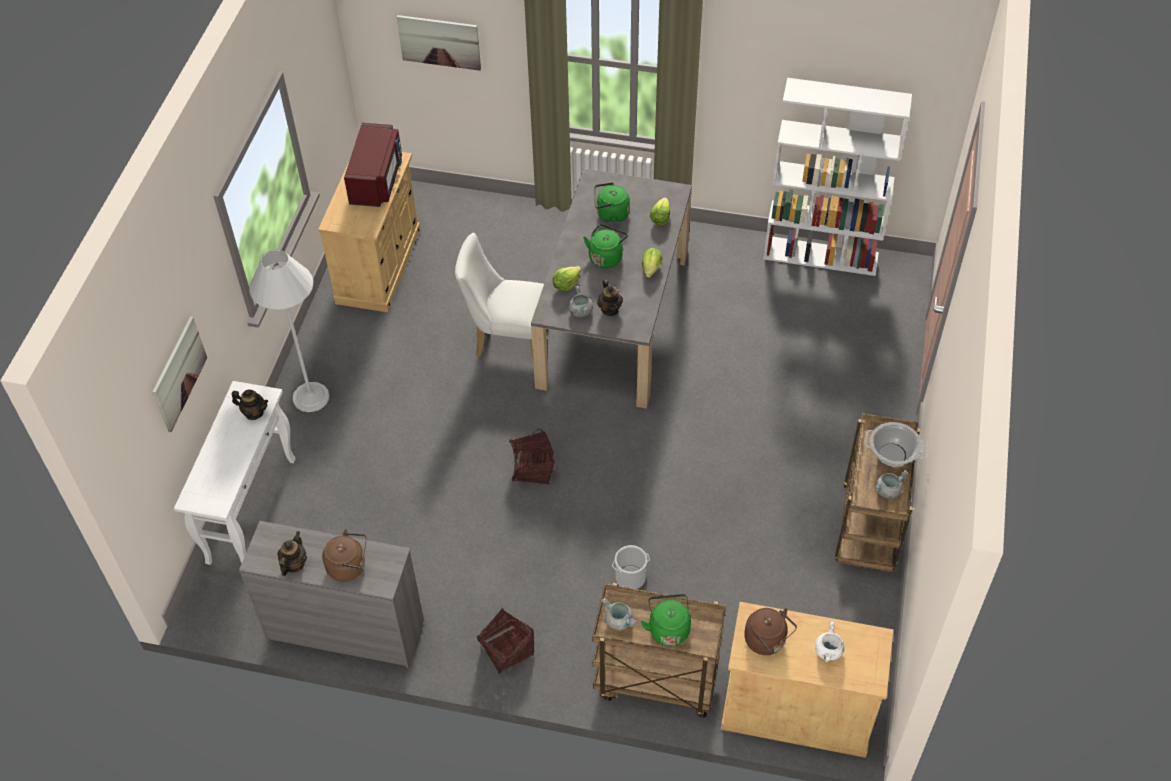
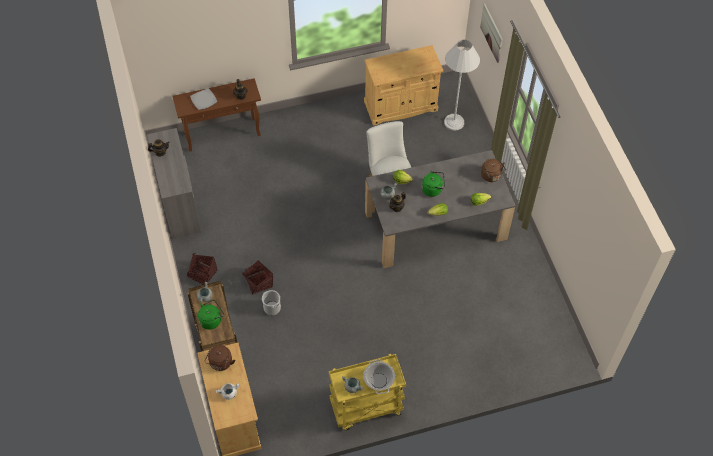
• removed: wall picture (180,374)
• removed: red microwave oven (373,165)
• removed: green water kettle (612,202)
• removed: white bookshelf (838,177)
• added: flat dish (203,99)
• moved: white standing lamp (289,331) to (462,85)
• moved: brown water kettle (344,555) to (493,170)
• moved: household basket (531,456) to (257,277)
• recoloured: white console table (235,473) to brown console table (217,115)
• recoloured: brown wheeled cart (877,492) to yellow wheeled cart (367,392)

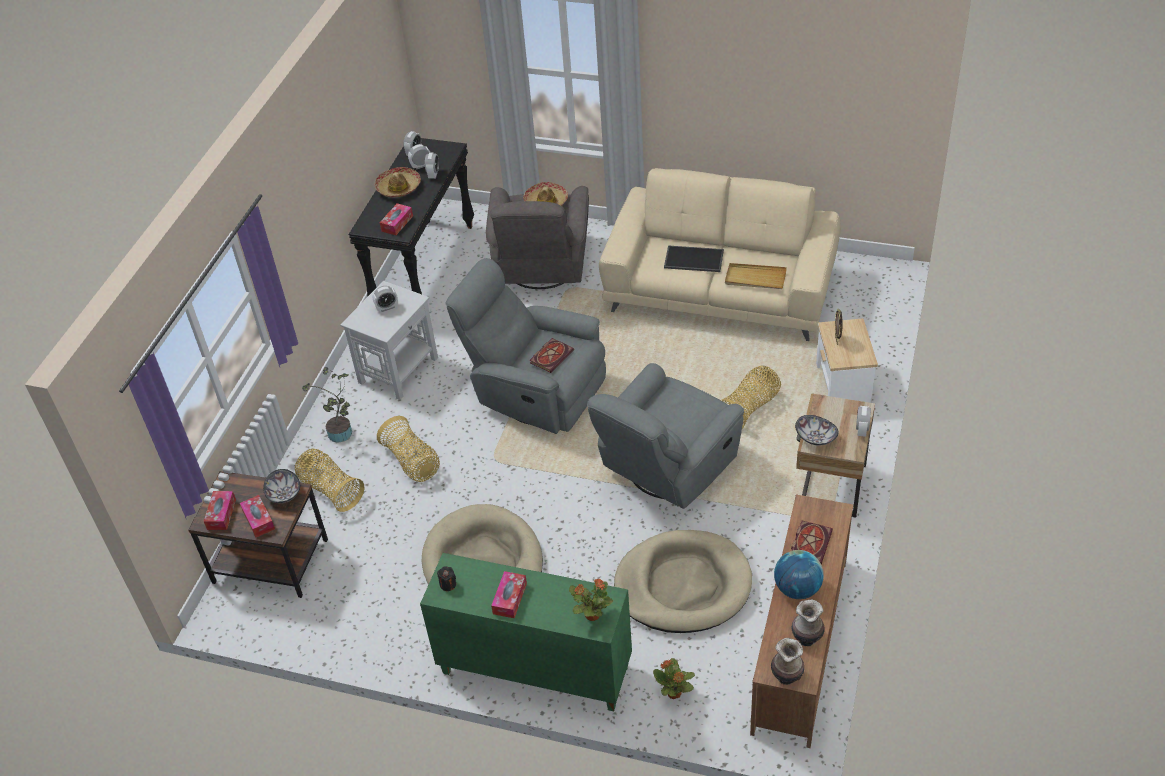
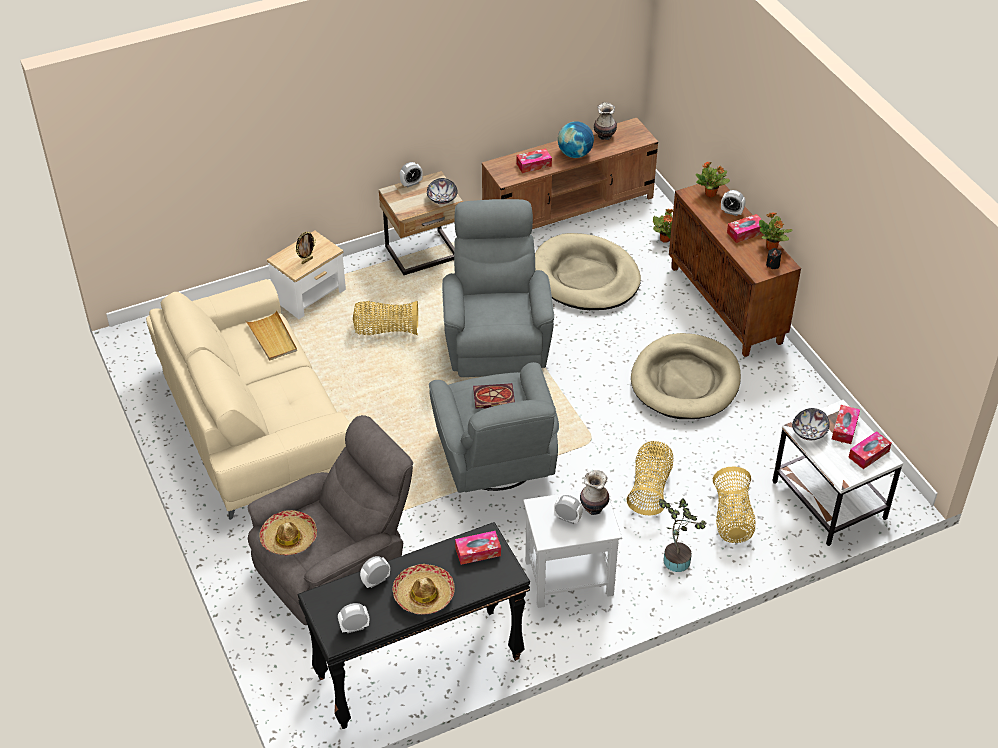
• removed: carrying tray (694,258)
• added: potted plant (776,231)
• moved: bedside clock (419,156) to (733,203)
• moved: flower vase (787,661) to (595,492)
• replaced: volume (812,542) to tissue holder (534,160)
• recoloured: brown end table (258,534) to white end table (837,473)
• recoloured: green cabinet (526,632) to brown cabinet (735,270)
• turned: gray armchair (665,436) = (498,288) 90 degrees counterclockwise

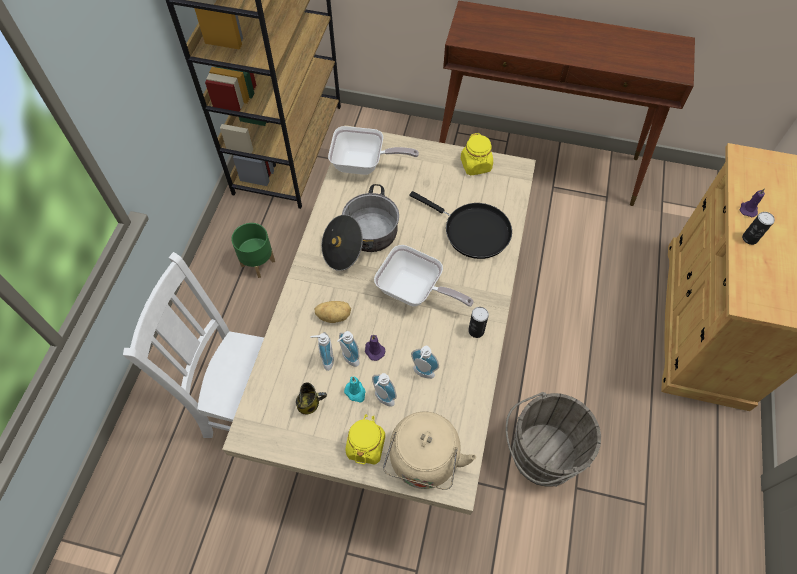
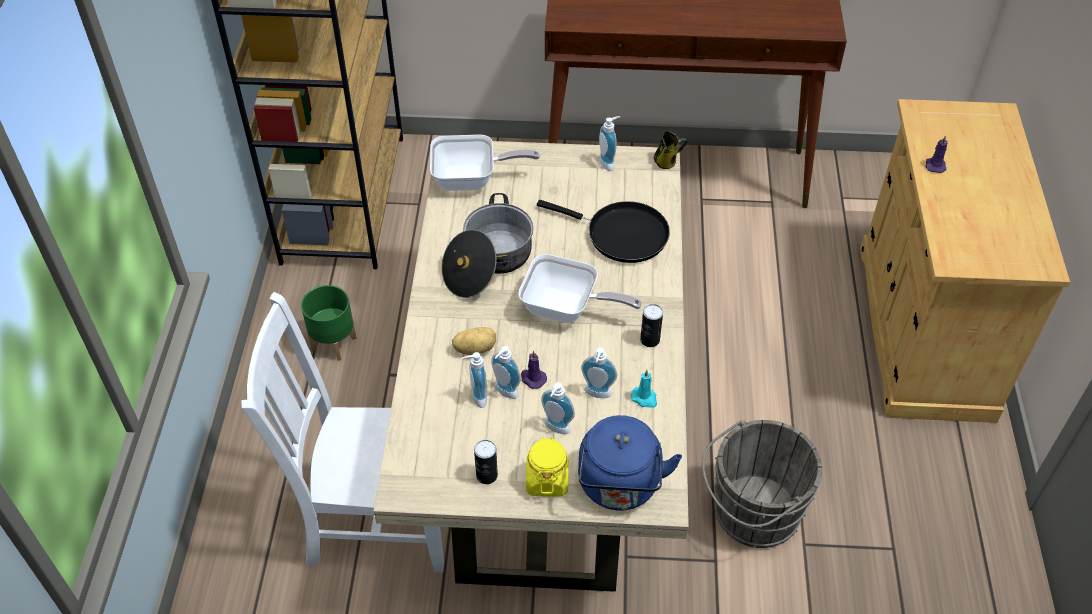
• moved: tea mug (311,398) to (670,150)
• moved: turquoise-coloured wax light (355,390) to (644,389)
• moved: sealed can (758,228) to (486,462)
• replaced: yellow preserve jar (477,154) to soap dispenser (610,143)
• recoloured: beige water kettle (429,451) to blue-coloured water kettle (630,462)

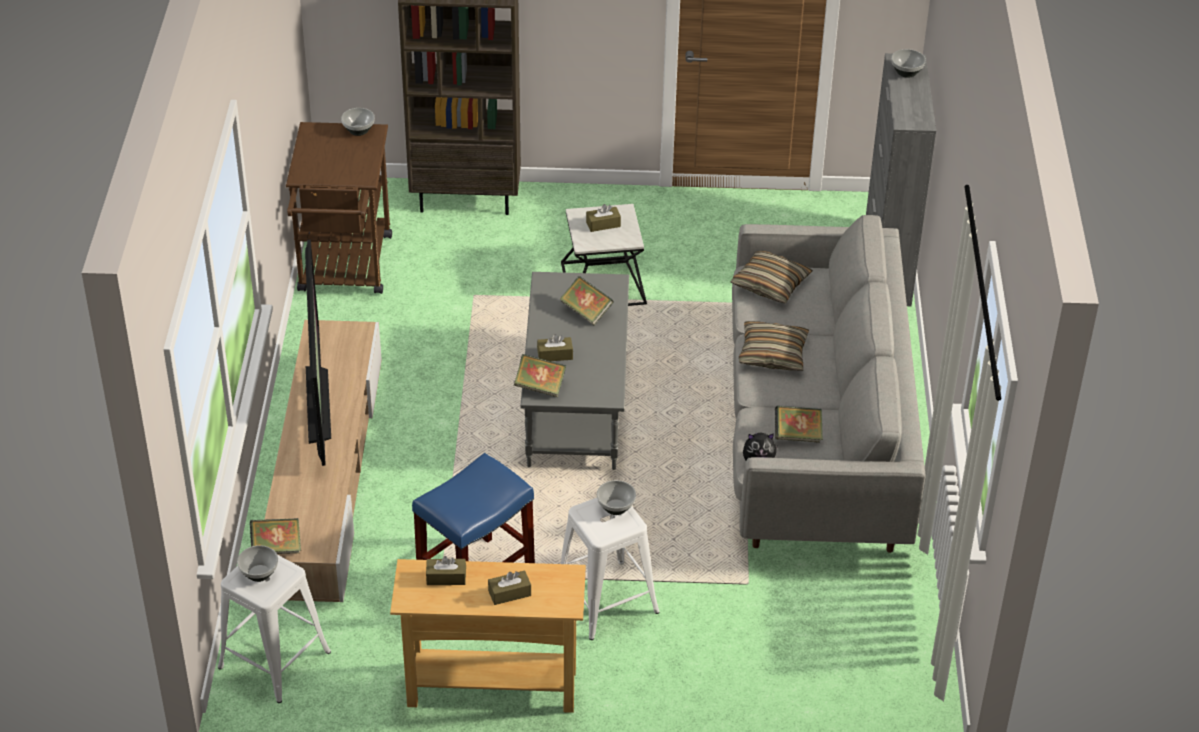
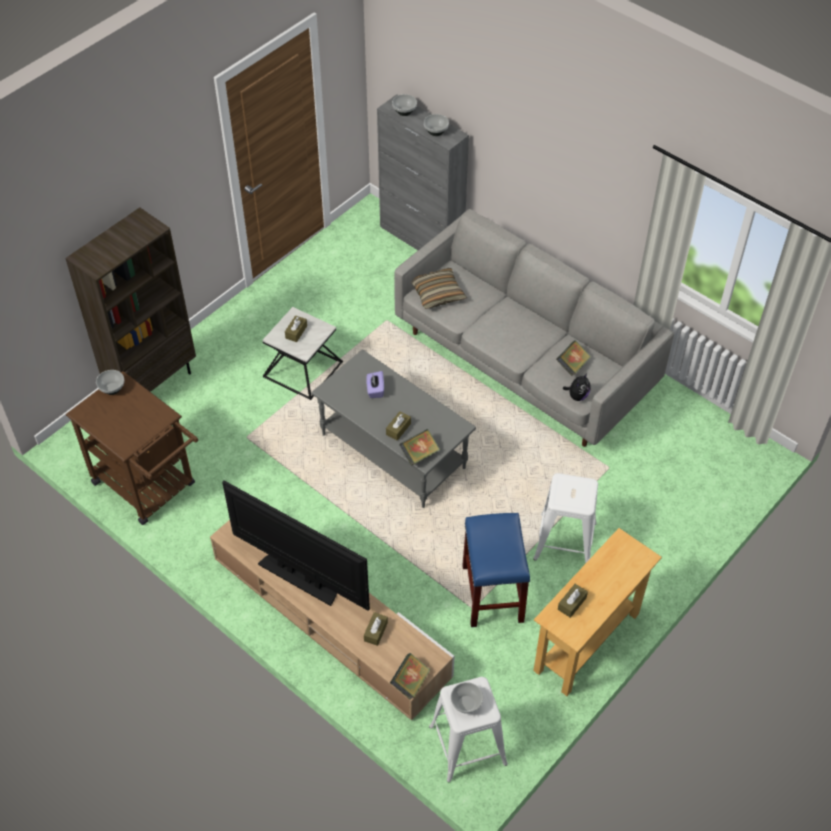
• removed: cushion (774,346)
• moved: brown tissue holder (509,587) to (376,629)
• moved: serving bowl (616,497) to (436,125)
• replaced: volume (586,301) to purple tissue holder (375,384)

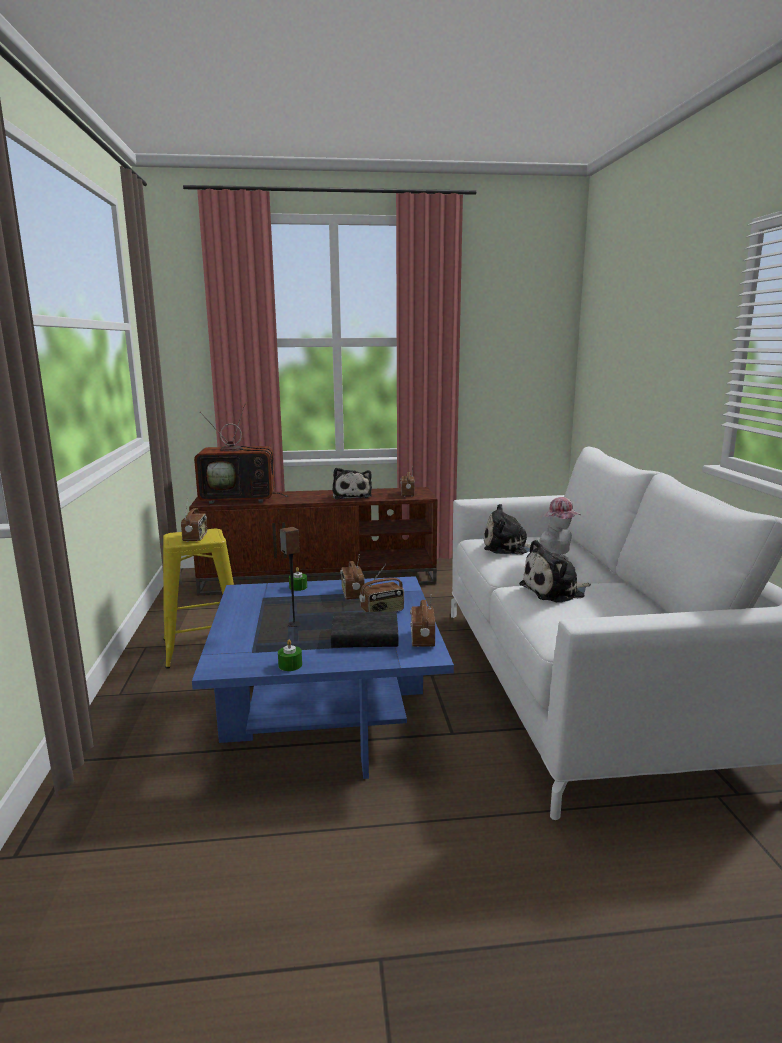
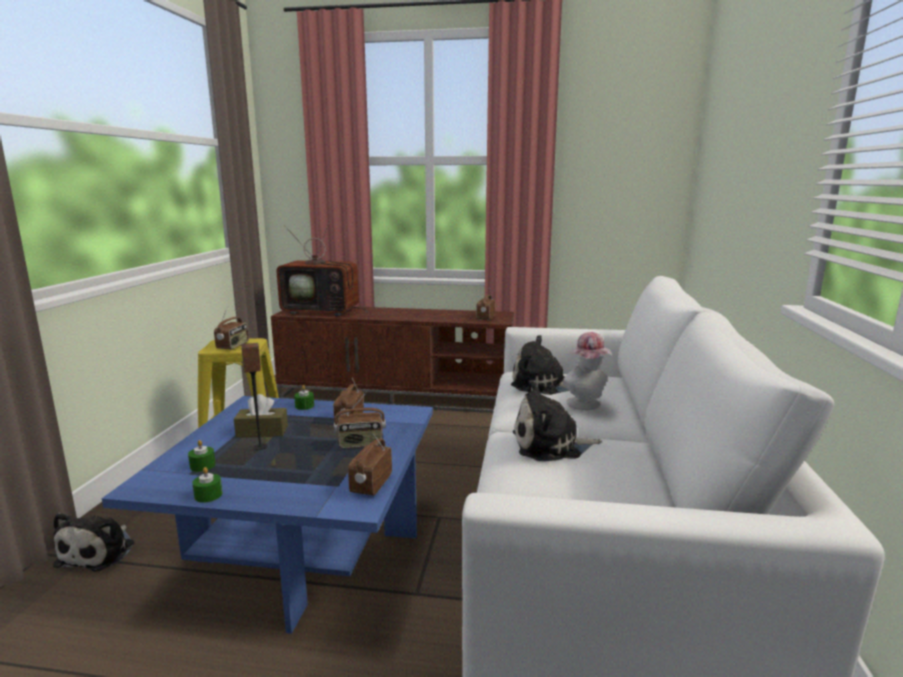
• removed: black-coloured volume (364,630)
• added: green wax light (202,456)
• added: brown tissue holder (261,416)
• moved: plush toy (352,483) to (94,542)

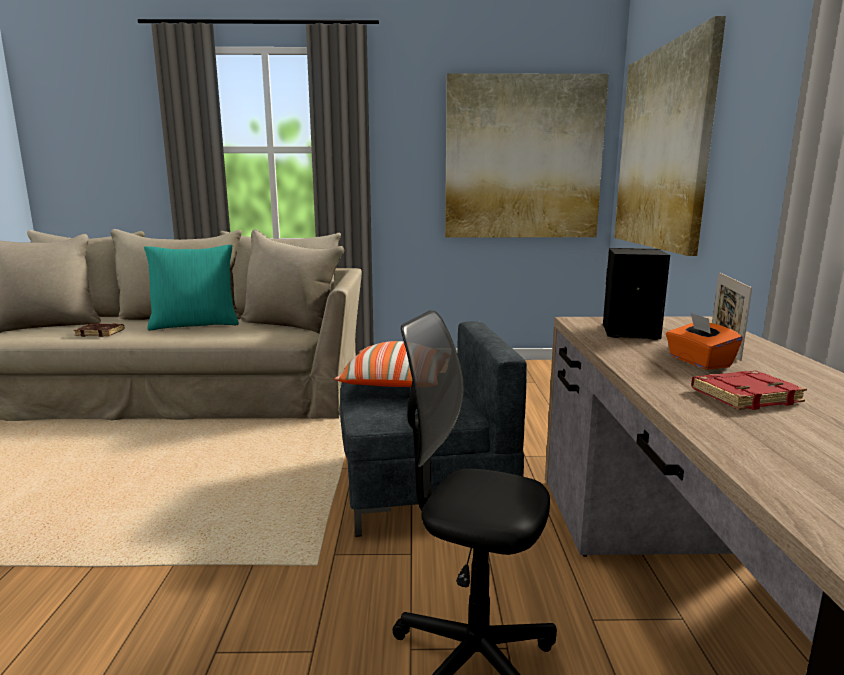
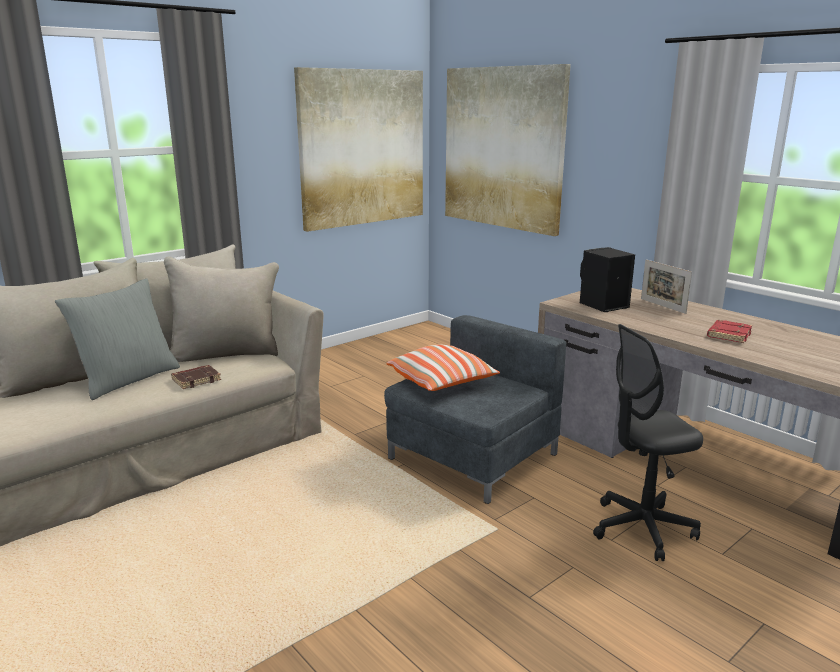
• removed: orange-coloured tissue holder (704,341)
• moved: brown volume (99,330) to (196,377)
• recoloured: turquoise-coloured cushion (191,287) to gray cushion (117,339)

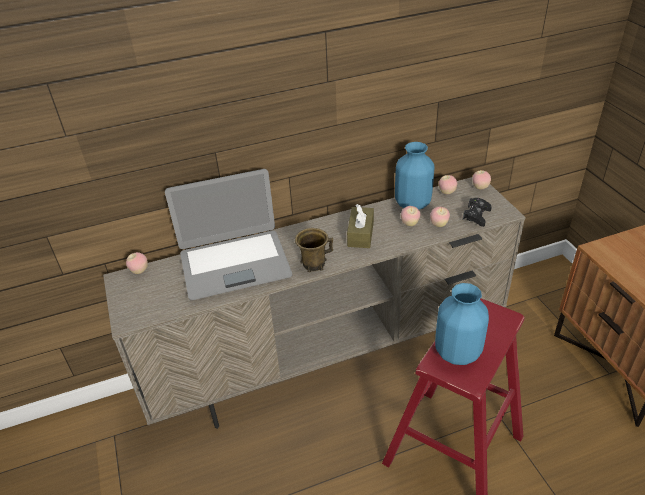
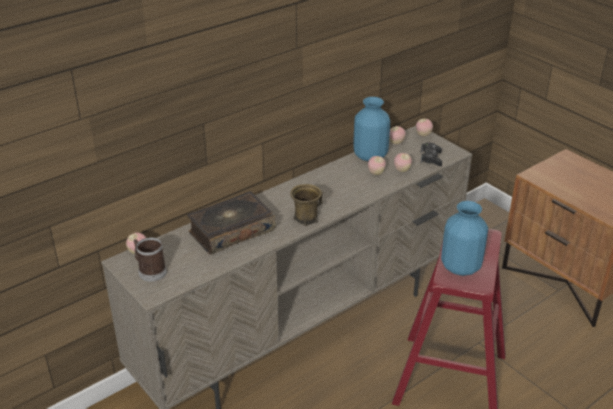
• removed: brown tissue holder (360,226)
• added: tea mug (150,260)
• replaced: notebook computer (228,234) to volume (231,222)

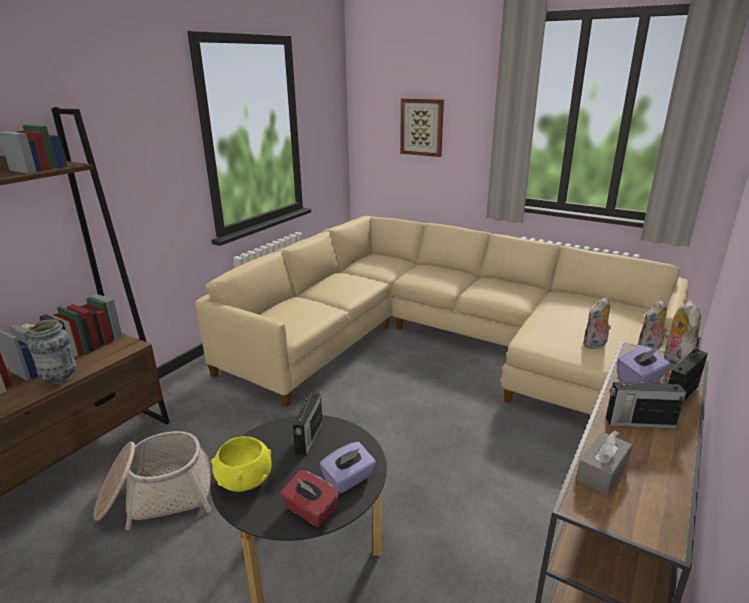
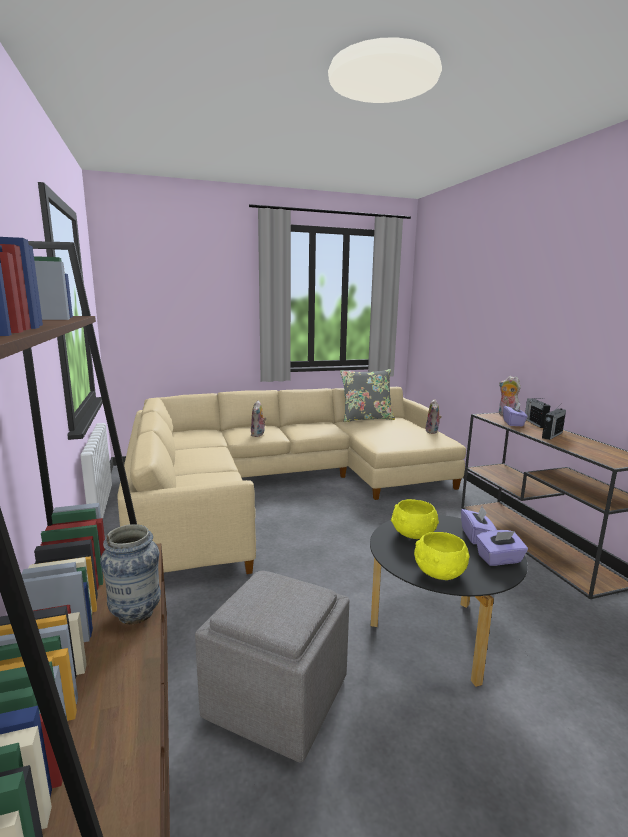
• removed: wall picture (422,127)
• removed: gray tissue holder (604,462)
• added: gray cushion (367,395)
• moved: plush toy (596,323) to (258,418)
• replaced: household basket (153,480) to gray ottoman (272,666)
• replaced: radio receiver (308,423) to yellow serving bowl (415,519)
• recoloured: red tissue holder (310,498) to purple tissue holder (502,548)

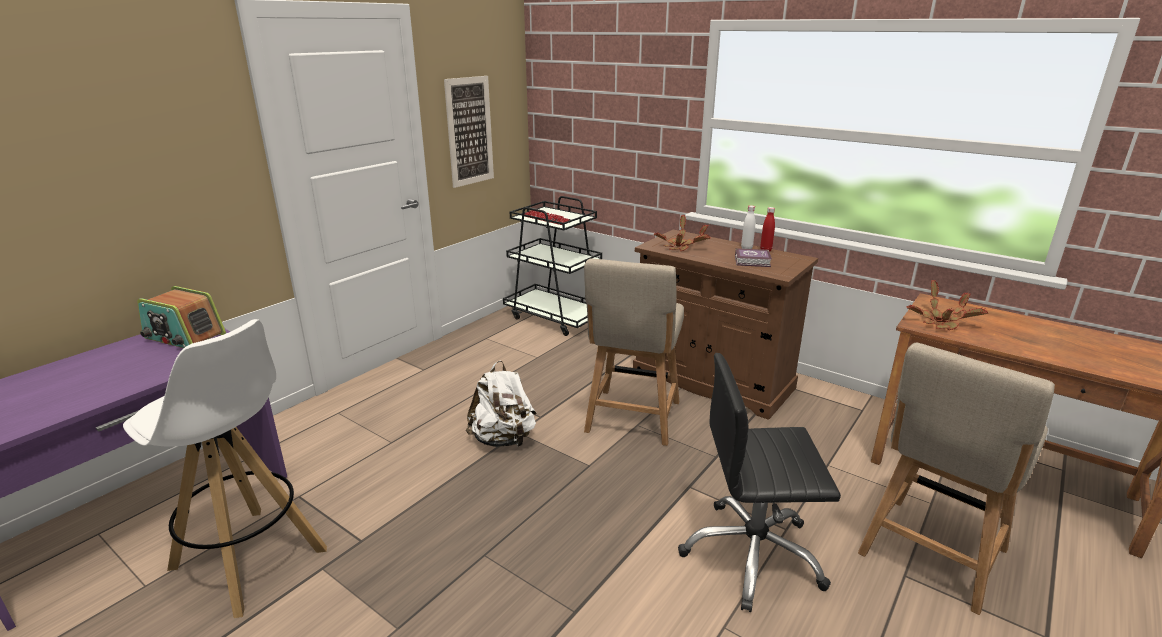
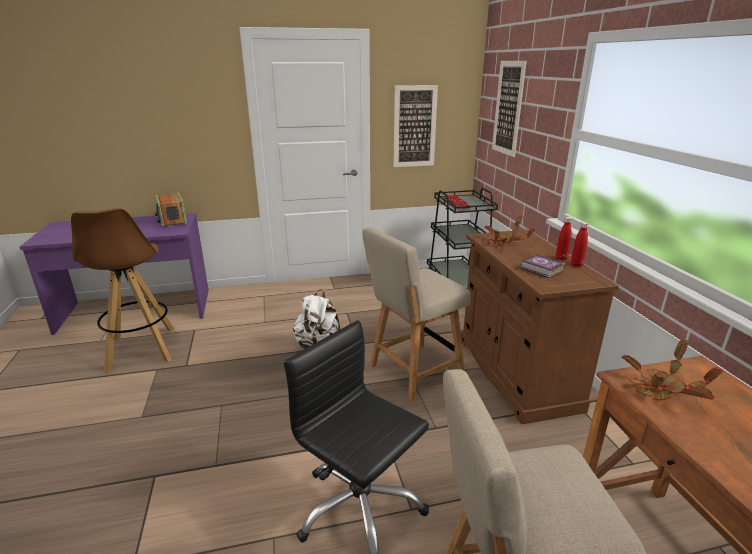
• added: wall picture (509,109)
• recoloured: white sitting stool (225,468) to brown sitting stool (122,290)
• recoloured: white bottle (748,227) to red bottle (564,238)

